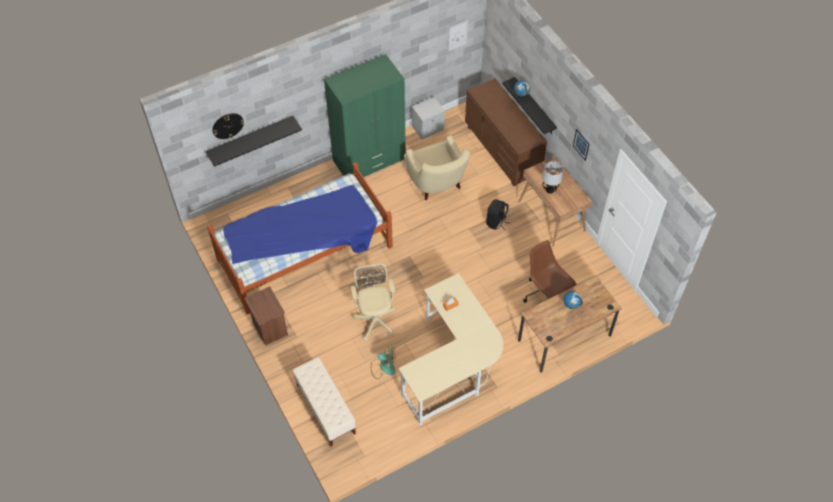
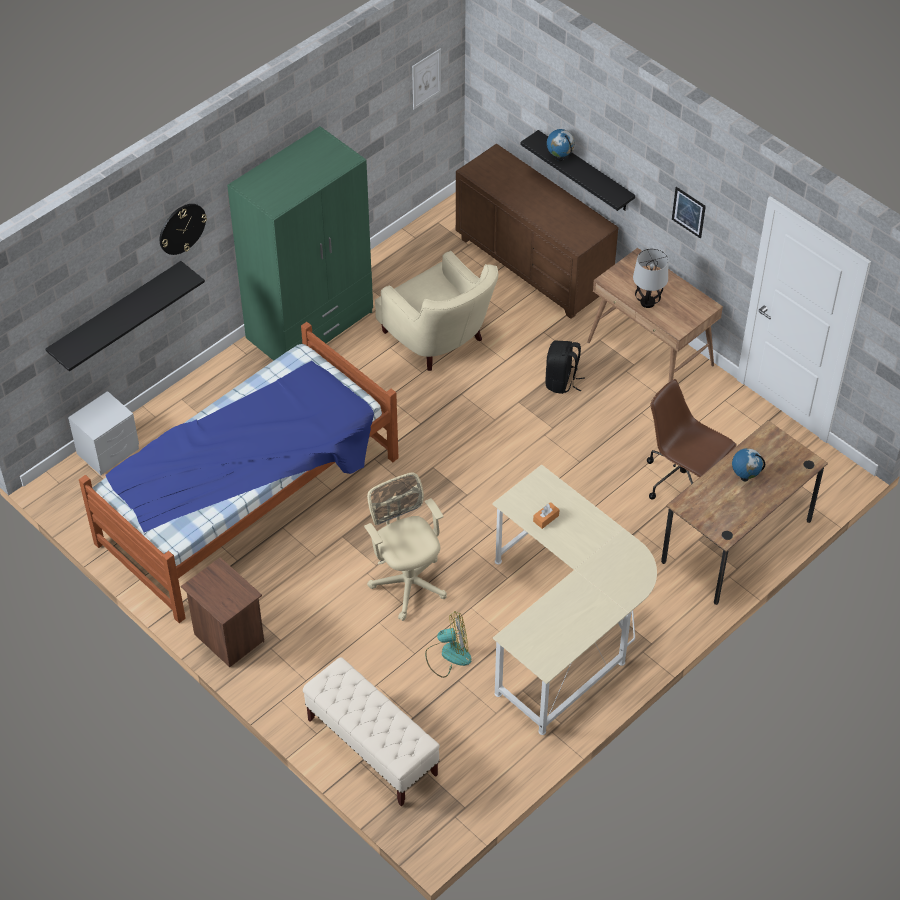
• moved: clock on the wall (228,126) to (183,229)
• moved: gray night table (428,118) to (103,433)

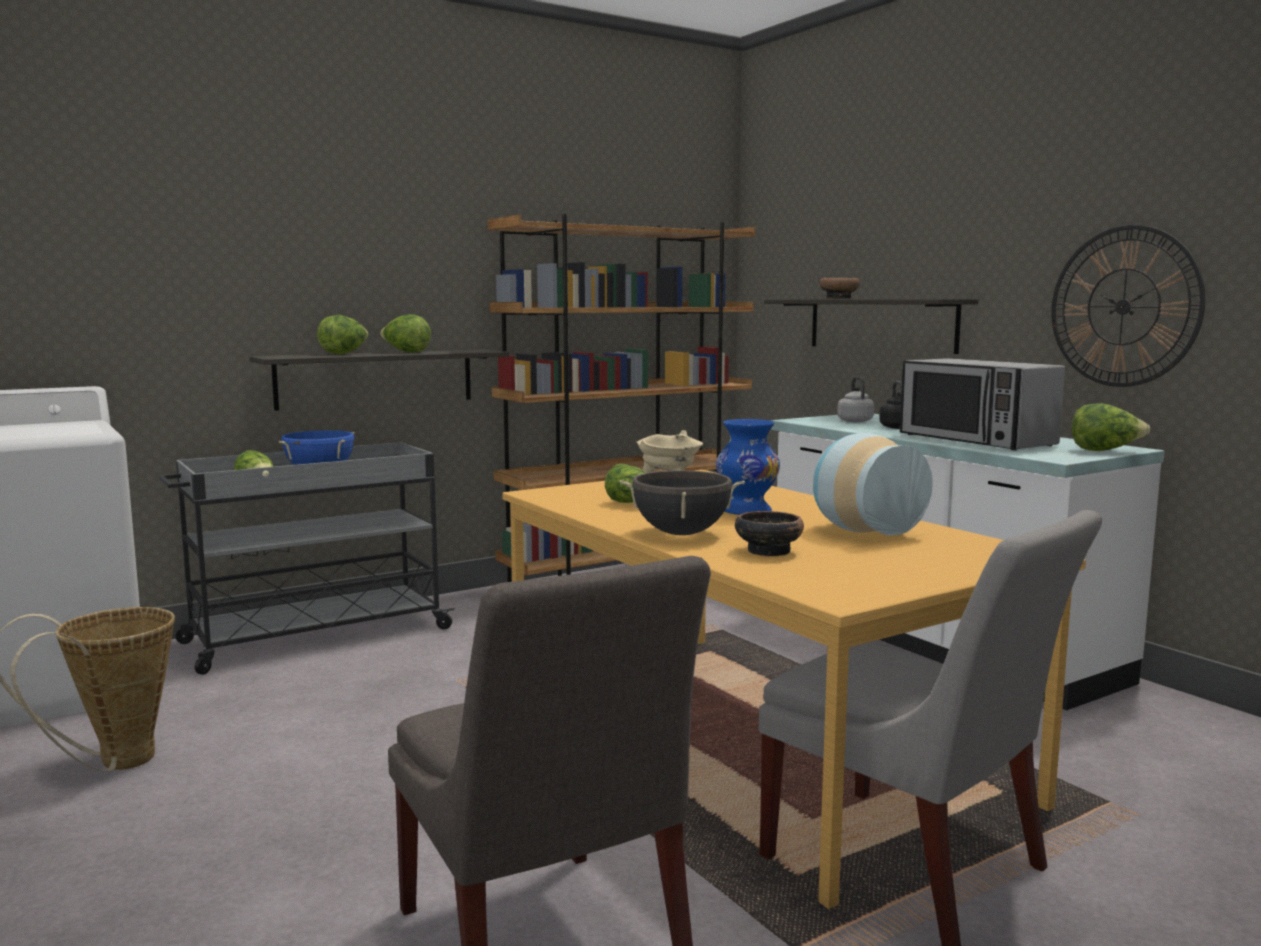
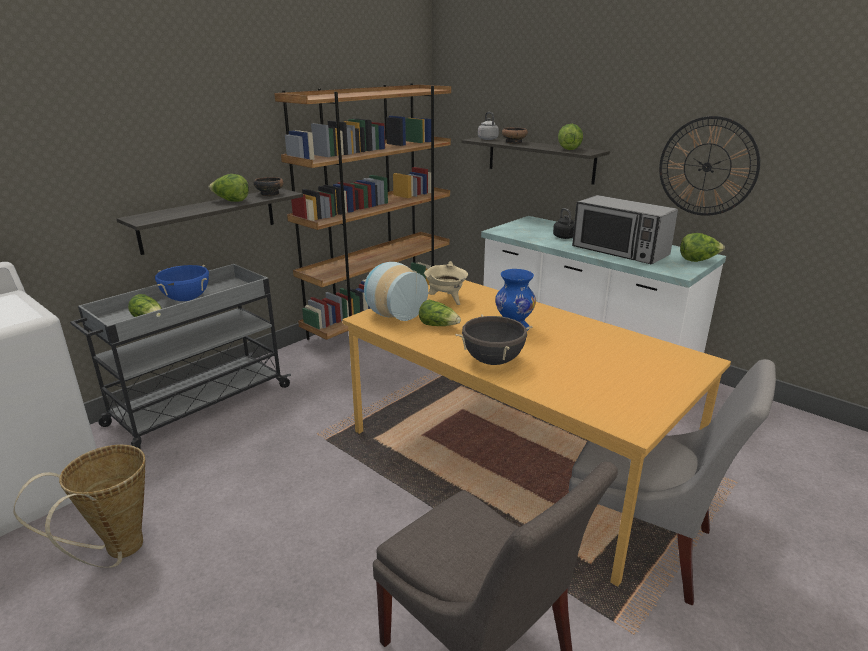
• moved: lettuce (343,334) to (570,137)
• moved: serving bowl (769,533) to (268,186)
• moved: flower vase (873,484) to (396,291)
• moved: gray water kettle (855,399) to (488,126)

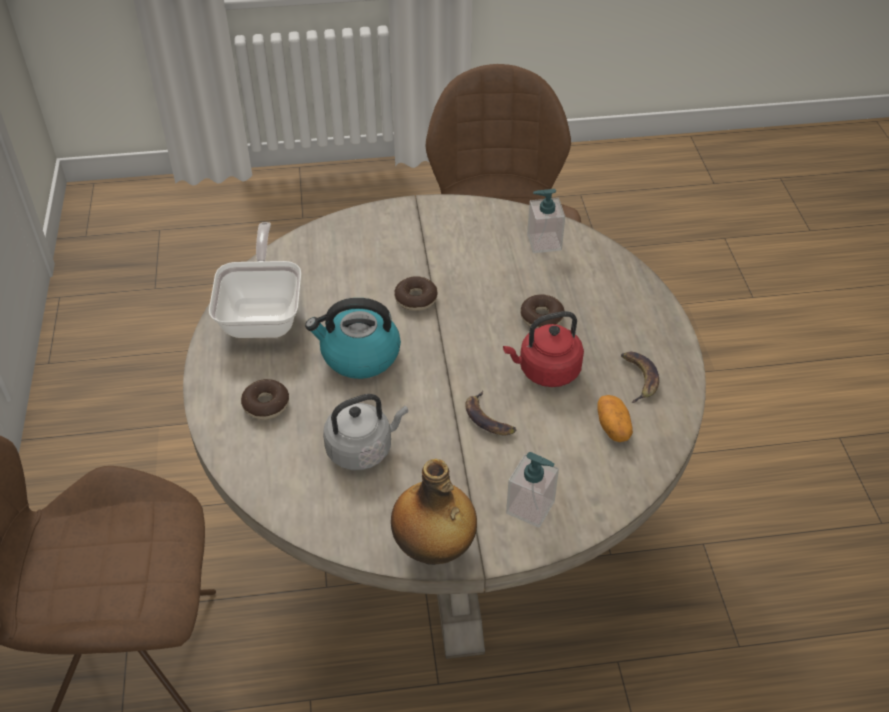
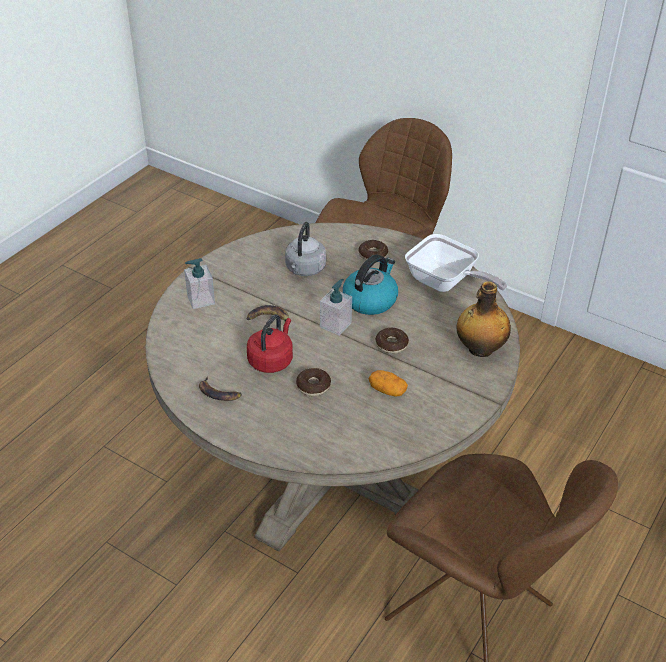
• moved: bottle (434,512) to (483,319)
• moved: soap dispenser (546,221) to (336,307)
• moved: potato (615,418) to (388,383)

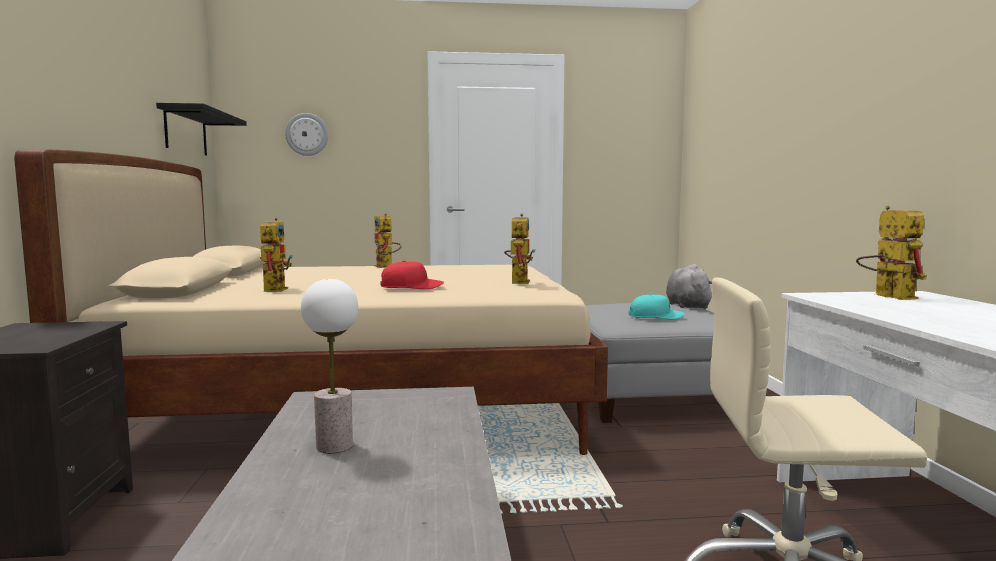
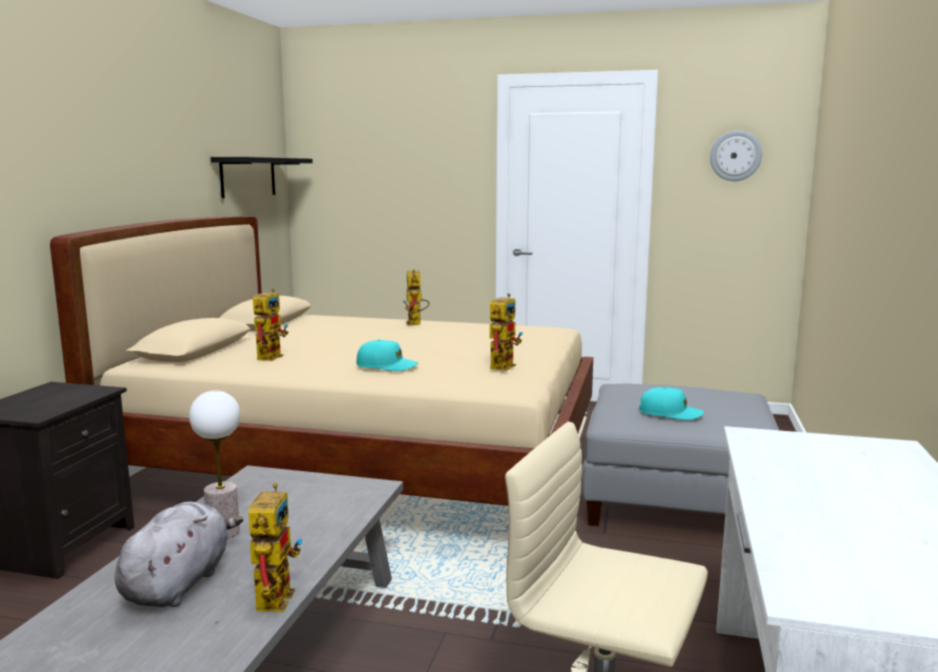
• moved: clock on the wall (306,134) to (736,155)
• moved: gray plush toy (689,286) to (179,554)
• moved: toy robot (891,253) to (275,547)
• recoloured: red cap (412,275) to turquoise-coloured cap (388,355)

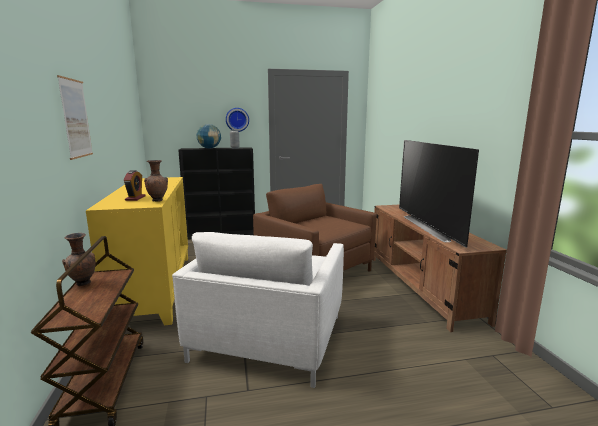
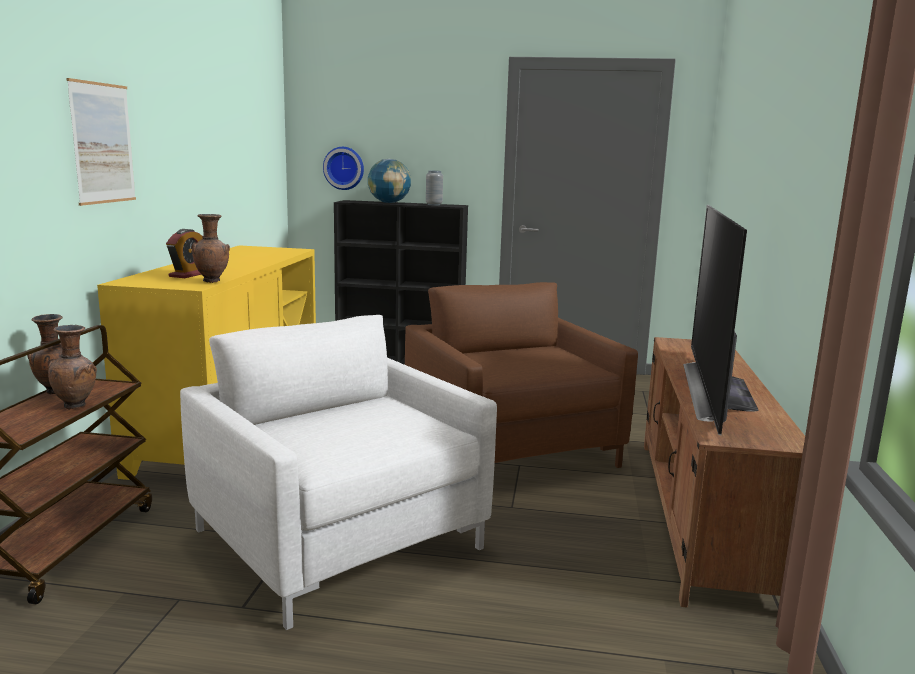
• added: brown flower vase (72,367)
• moved: clock on the wall (237,120) to (343,168)
• turned: white armchair (258,310) = (338,472) 105 degrees clockwise

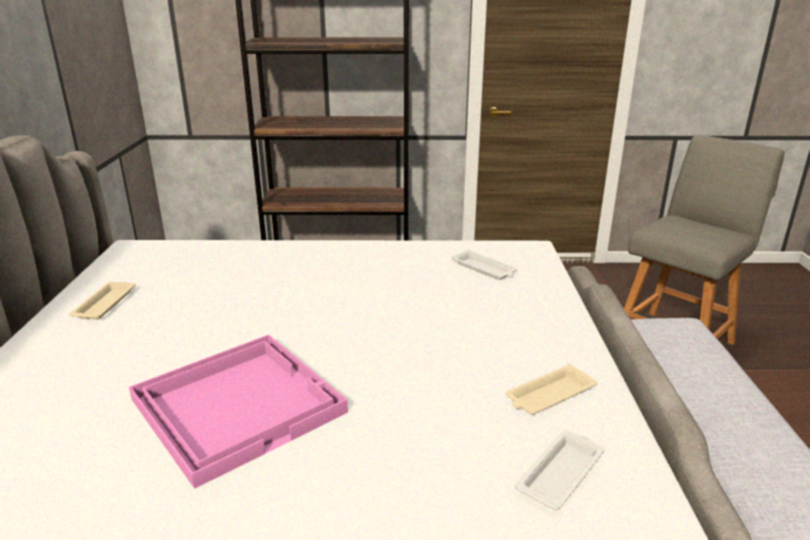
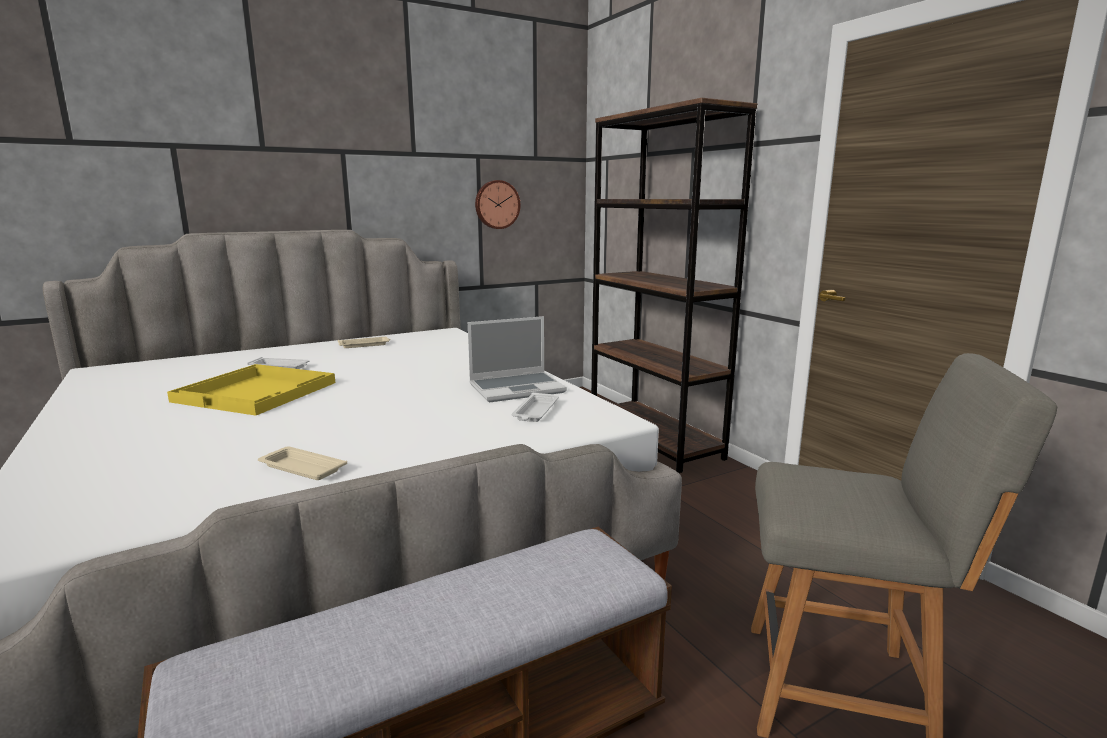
• added: notebook computer (517,359)
• added: clock on the wall (498,204)
• moved: white carrying tray (560,470) to (278,363)
• recoloured: pink carrying tray (238,411) to yellow carrying tray (251,390)

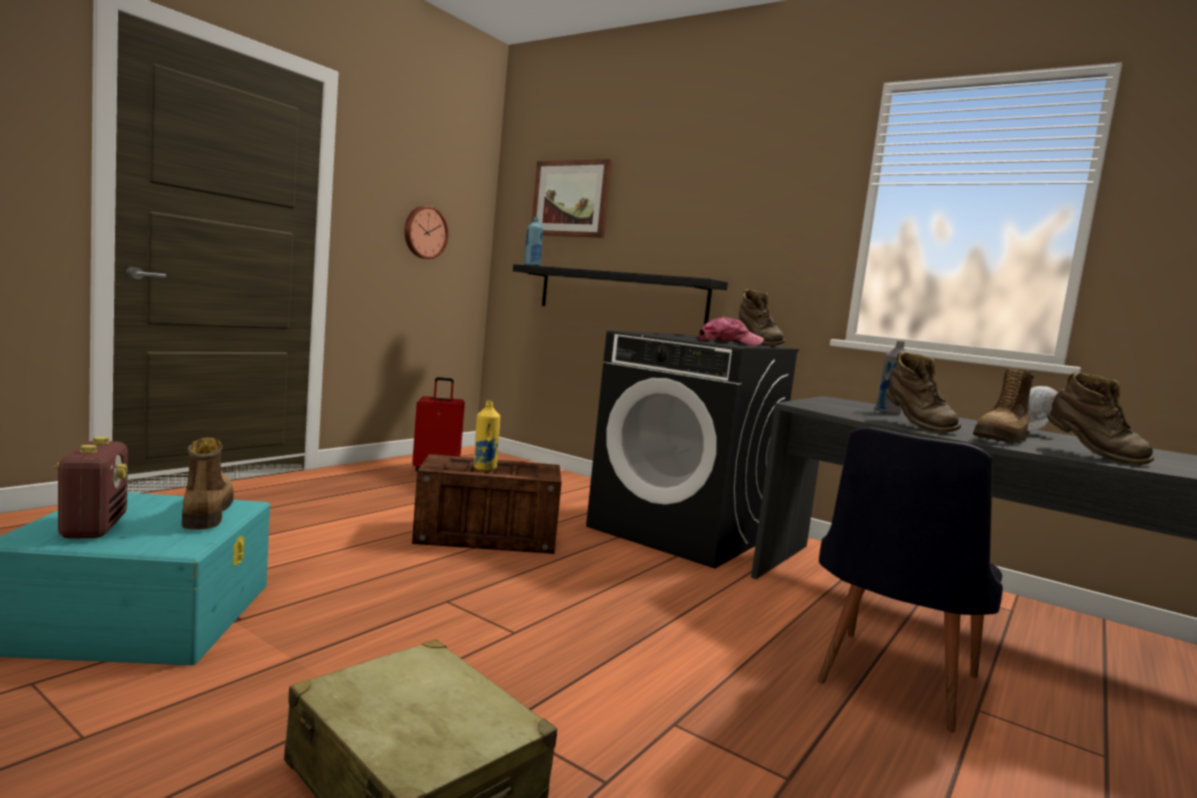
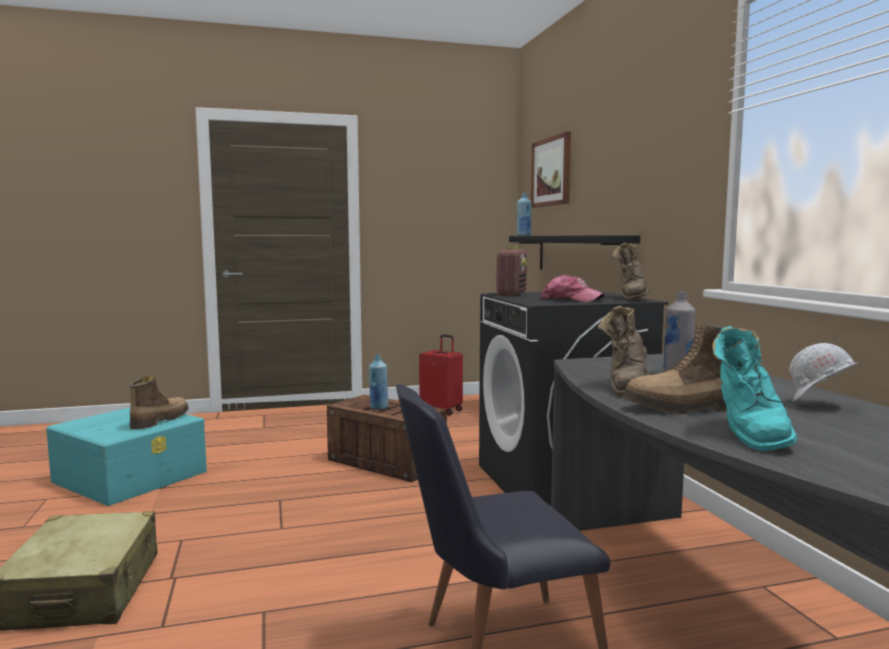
• removed: clock on the wall (426,232)
• moved: radio receiver (90,487) to (511,271)
• recoloured: yellow bottle (487,436) to blue-coloured bottle (379,382)
• recoloured: brown boot (1100,418) to turquoise-coloured boot (754,388)

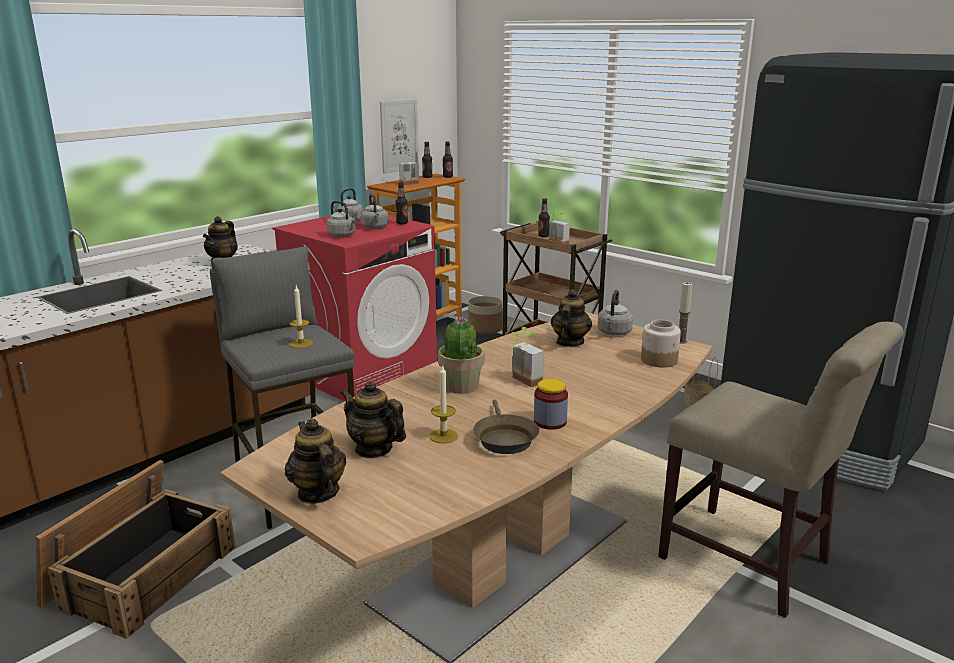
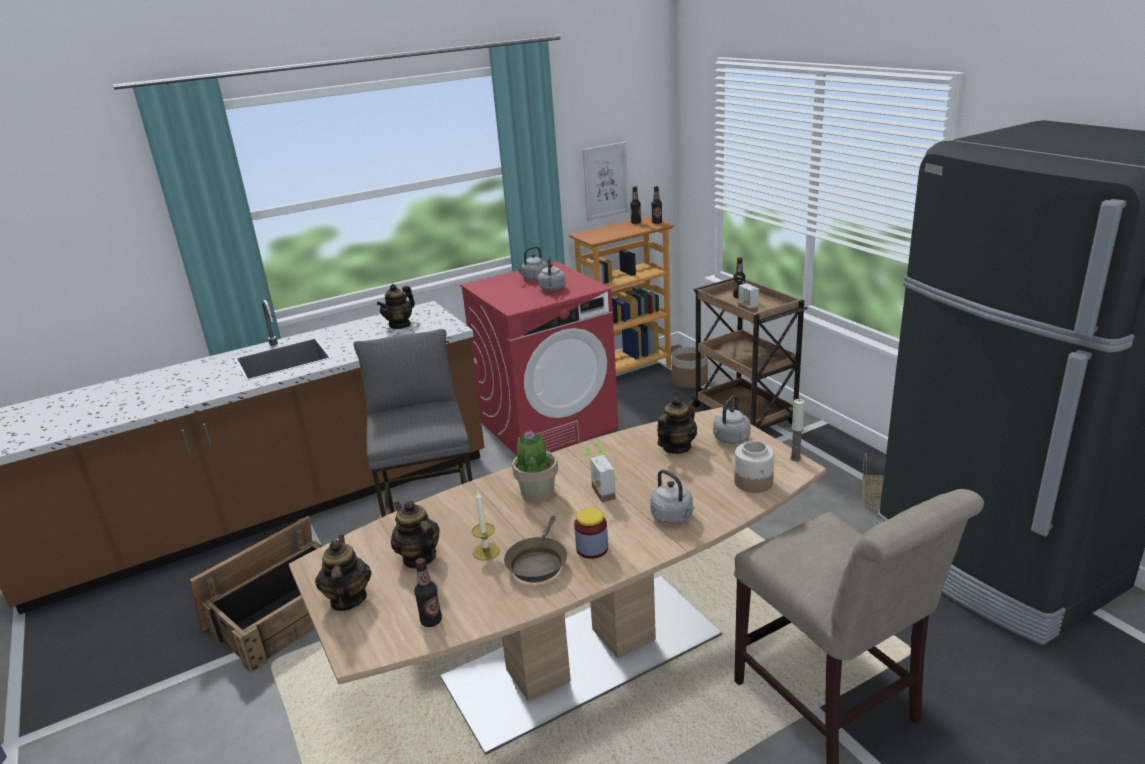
• removed: wax light (301,317)
• removed: potted plant (409,168)
• moved: gray water kettle (342,219) to (672,496)
• moved: bottle (402,203) to (428,592)

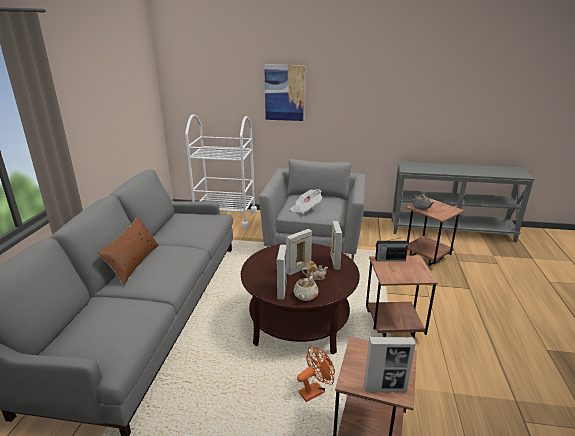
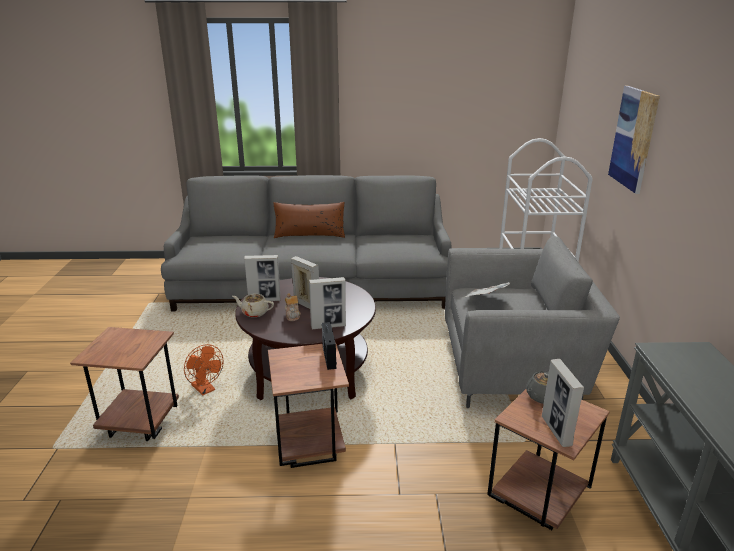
• moved: standing frame (390,364) to (563,403)

